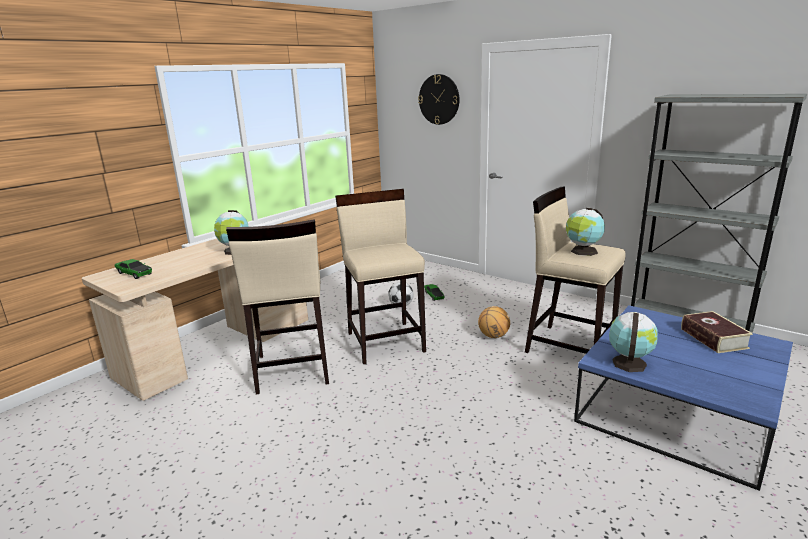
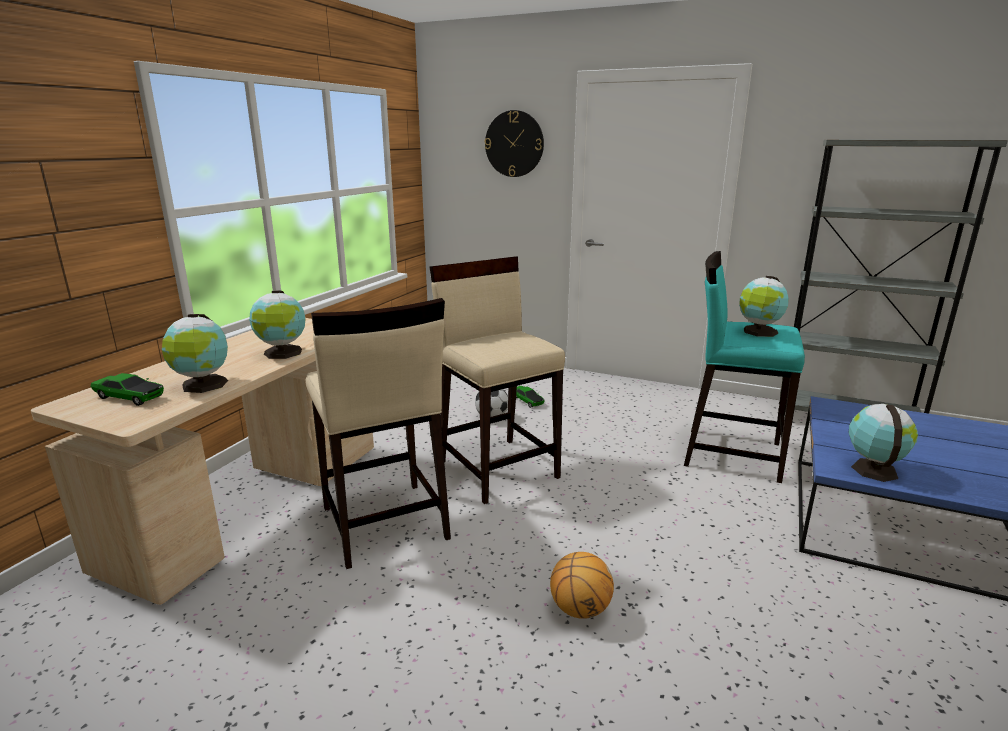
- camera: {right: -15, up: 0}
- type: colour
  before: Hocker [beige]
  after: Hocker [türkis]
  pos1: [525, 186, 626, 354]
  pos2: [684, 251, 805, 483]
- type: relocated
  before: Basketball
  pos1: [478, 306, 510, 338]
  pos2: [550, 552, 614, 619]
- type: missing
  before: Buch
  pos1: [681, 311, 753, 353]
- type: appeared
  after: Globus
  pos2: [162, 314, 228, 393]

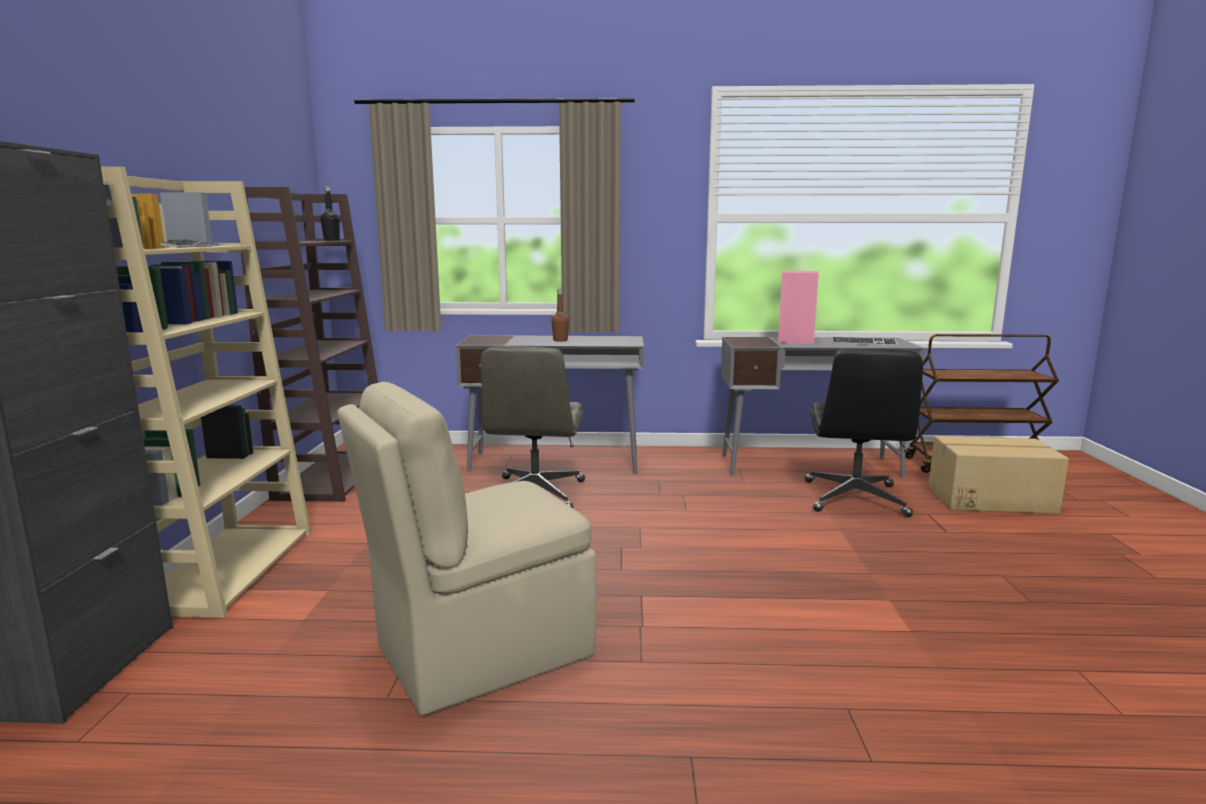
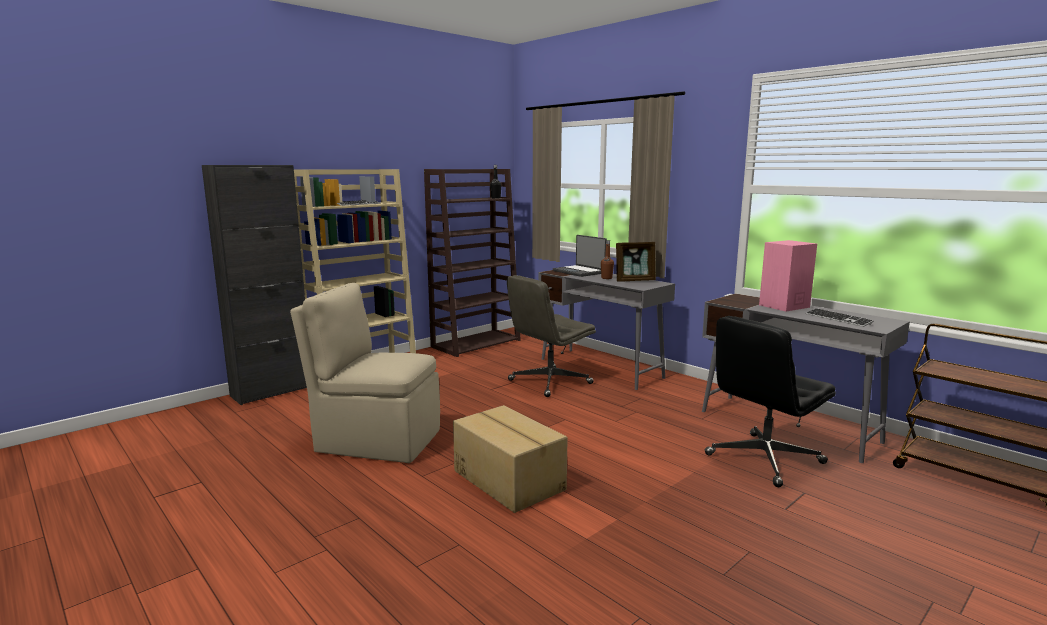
- camera: {right: 45, up: 0}
- type: relocated
  before: Karton
  pos1: [929, 436, 1069, 514]
  pos2: [453, 405, 568, 513]
- type: appeared
  after: Laptop
  pos2: [553, 235, 607, 277]
- type: appeared
  after: Bilderrahmen
  pos2: [616, 242, 656, 282]

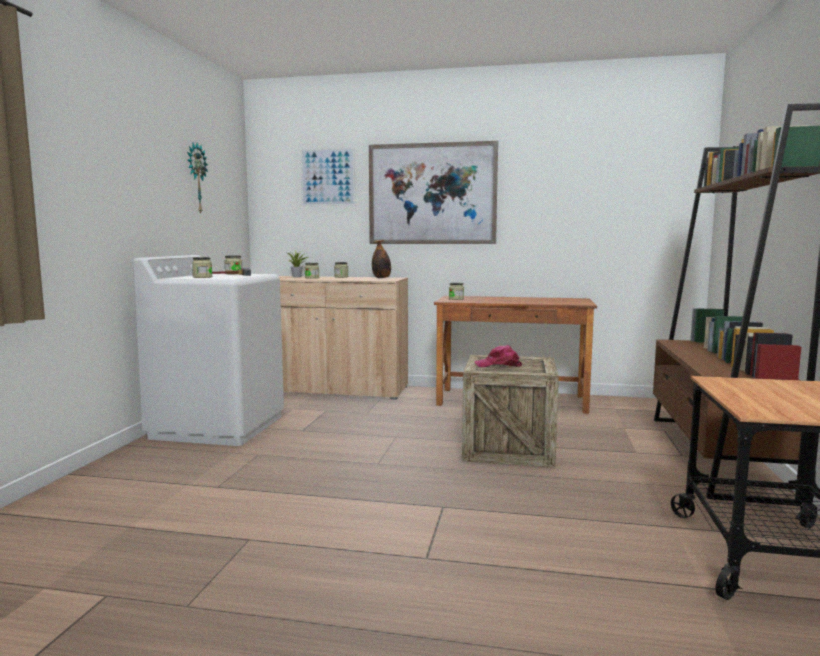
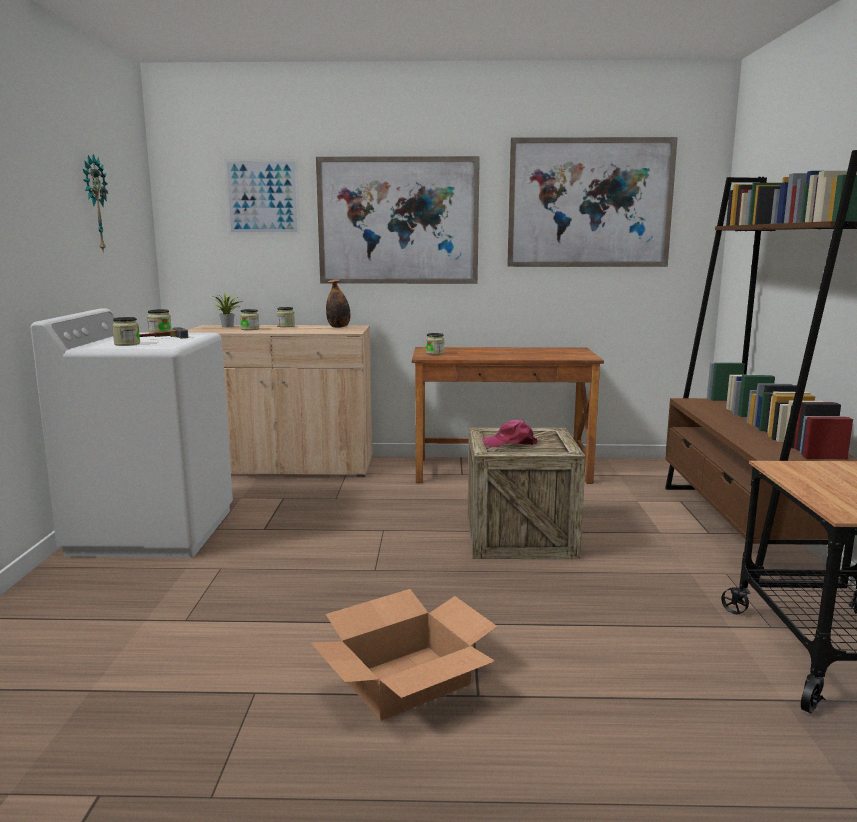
- camera: {right: -10, up: 5}
- type: appeared
  after: Bild
  pos2: [507, 137, 678, 267]
- type: appeared
  after: Karton
  pos2: [311, 589, 498, 721]

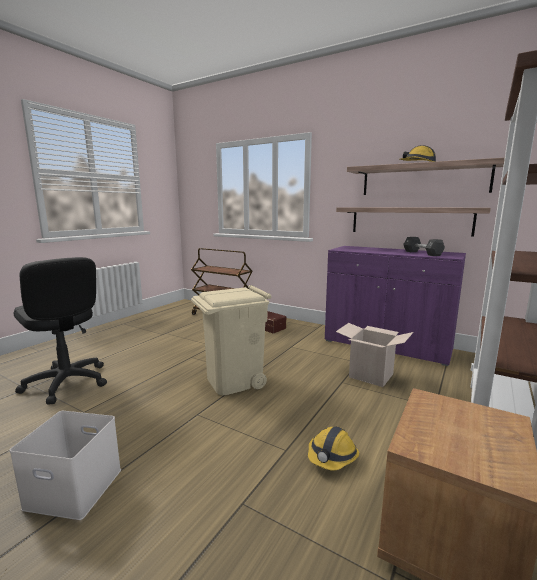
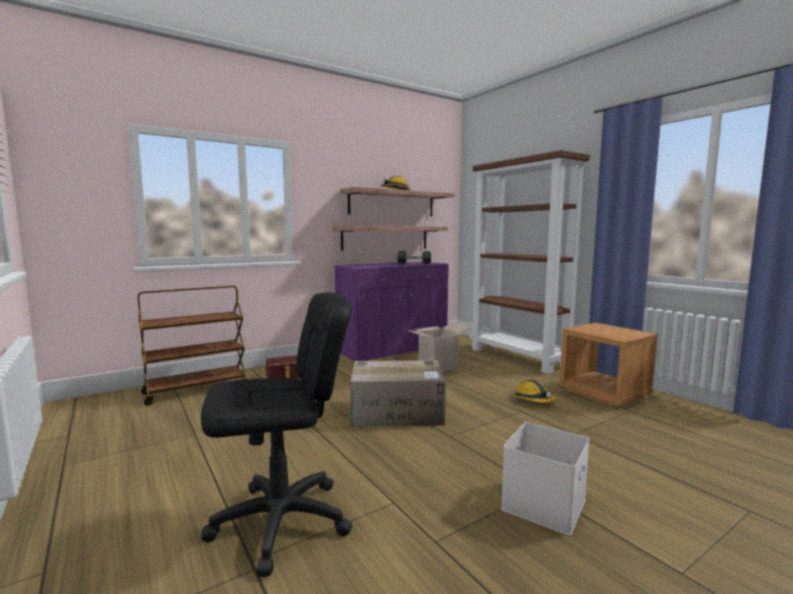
- camera: {right: -65, up: -5}
- type: exchanged
  before: Mülleimer [beige]
  after: Karton
  pos1: [191, 285, 271, 395]
  pos2: [351, 360, 446, 427]

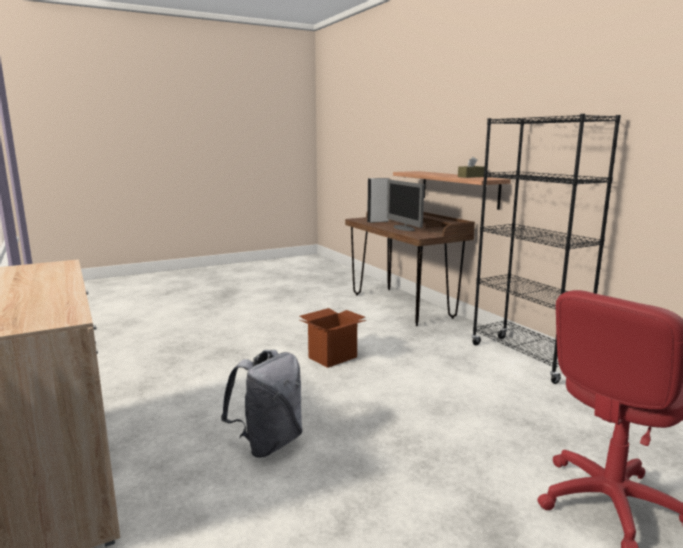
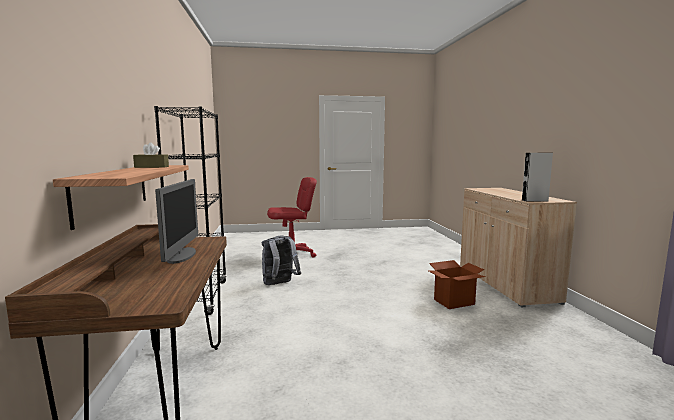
- camera: {right: -160, up: -5}
- type: relocated
  before: Lautsprecher [grau]
  pos1: [367, 178, 390, 223]
  pos2: [522, 153, 553, 202]
- type: relocated
  before: Karton
  pos1: [300, 308, 366, 368]
  pos2: [429, 260, 486, 309]
- type: relocated
  before: Rucksack [grau]
  pos1: [221, 350, 303, 458]
  pos2: [262, 236, 301, 285]

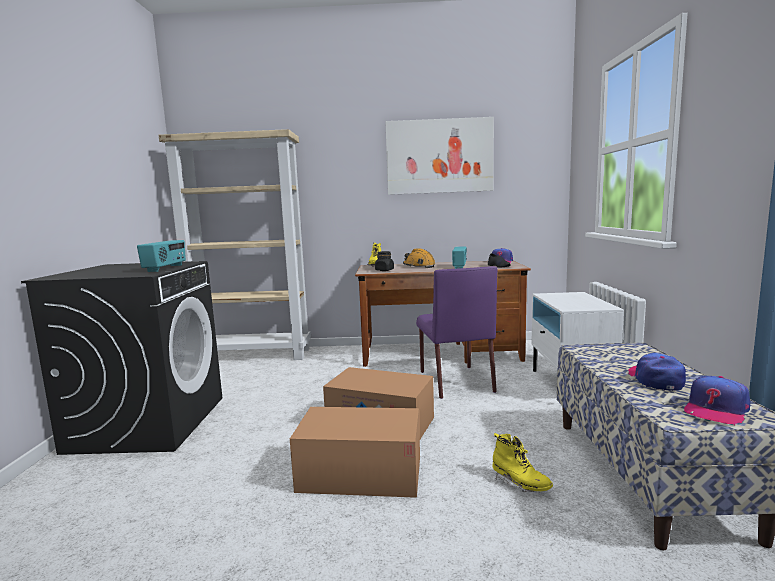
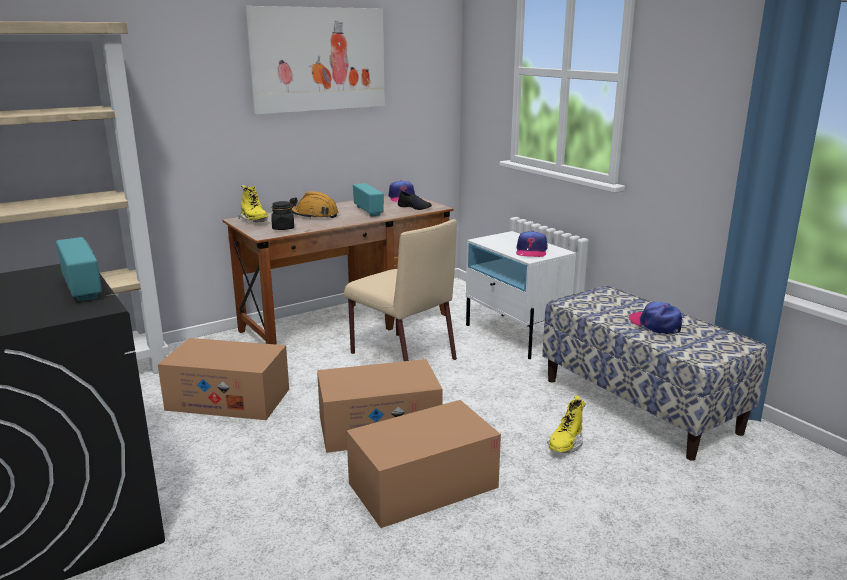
- camera: {right: -35, up: 10}
- type: colour
  before: Stuhl [lila]
  after: Stuhl [beige]
  pos1: [416, 266, 497, 399]
  pos2: [344, 219, 457, 361]
- type: relocated
  before: Kappe
  pos1: [684, 376, 750, 426]
  pos2: [516, 231, 548, 257]
- type: spun
  before: Stiefel [gelb]
  pos1: [492, 433, 553, 492]
  pos2: [547, 396, 586, 453]
  turn: 105
- type: appeared
  after: Karton
  pos2: [158, 338, 289, 420]

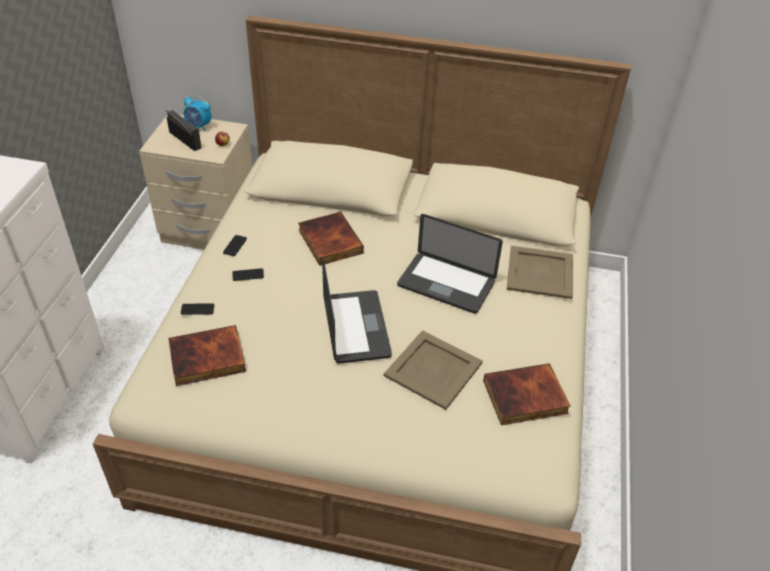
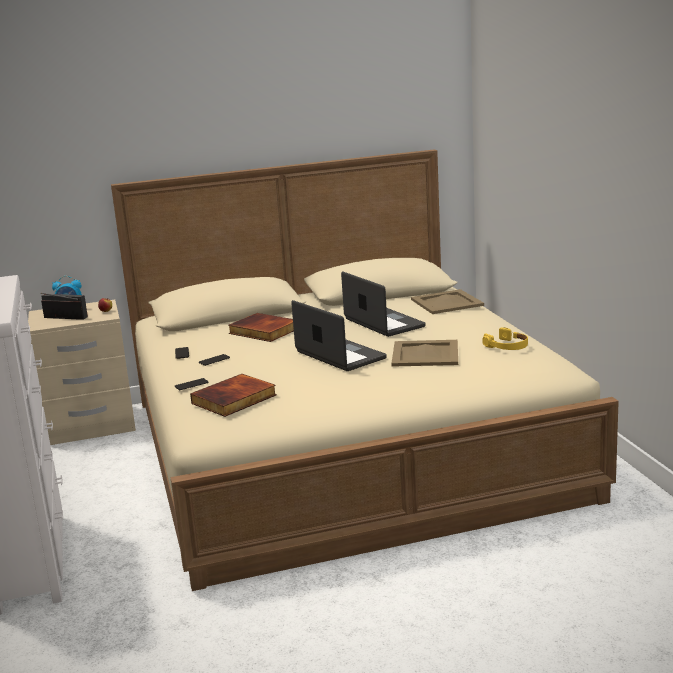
- camera: {right: -25, up: -25}
- type: spun
  before: Laptop
  pos1: [397, 214, 503, 314]
  pos2: [341, 271, 426, 337]
  turn: -120
- type: exchanged
  before: Buch
  after: Kopfhörer [gelb]
  pos1: [483, 363, 571, 425]
  pos2: [482, 327, 528, 350]

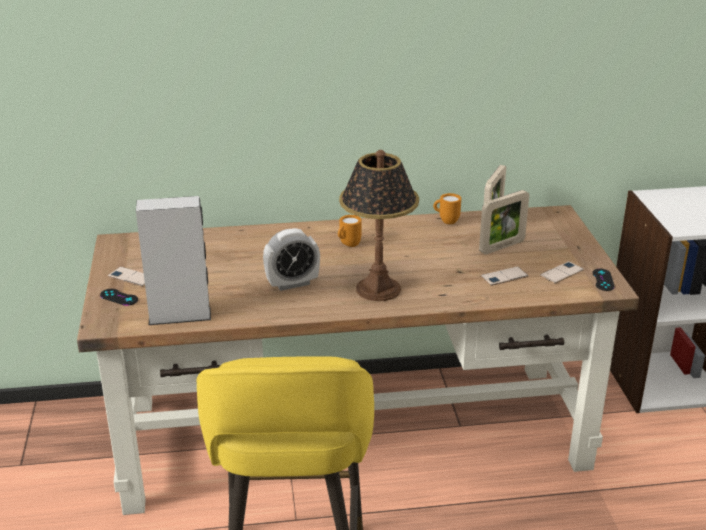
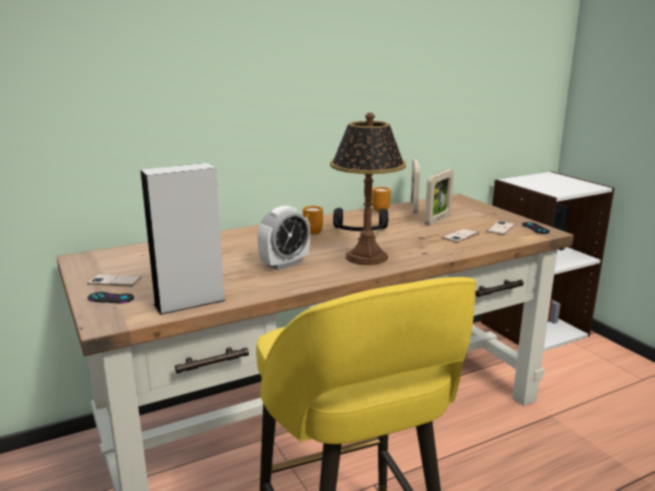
- camera: {right: -20, up: -10}
- type: appeared
  after: Kopfhörer [schwarz]
  pos2: [333, 208, 388, 231]

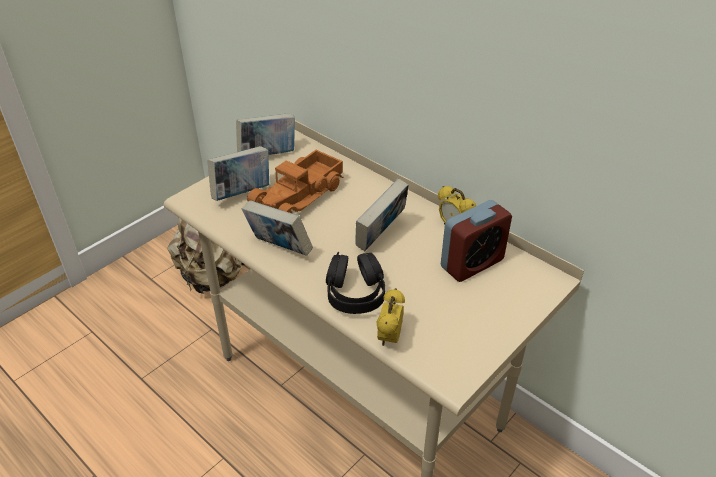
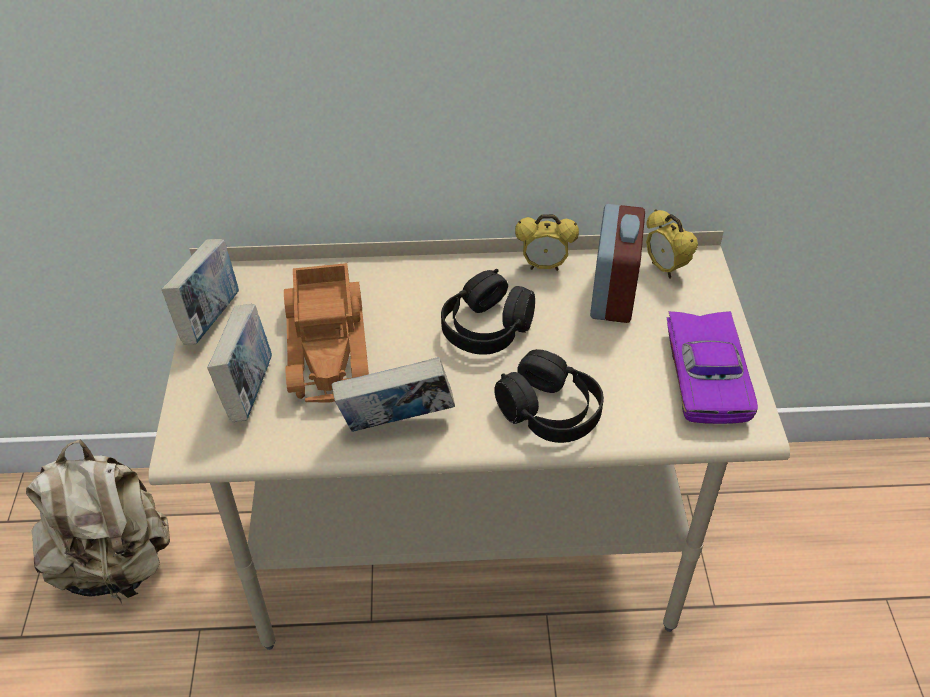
- camera: {right: -45, up: 5}
- type: exchanged
  before: Buch
  after: Kopfhörer [schwarz]
  pos1: [355, 178, 409, 251]
  pos2: [441, 269, 535, 355]
- type: relocated
  before: Wecker
  pos1: [376, 288, 405, 346]
  pos2: [646, 209, 698, 278]
- type: appeared
  after: Spielzeugauto [lila]
  pos2: [666, 311, 758, 424]

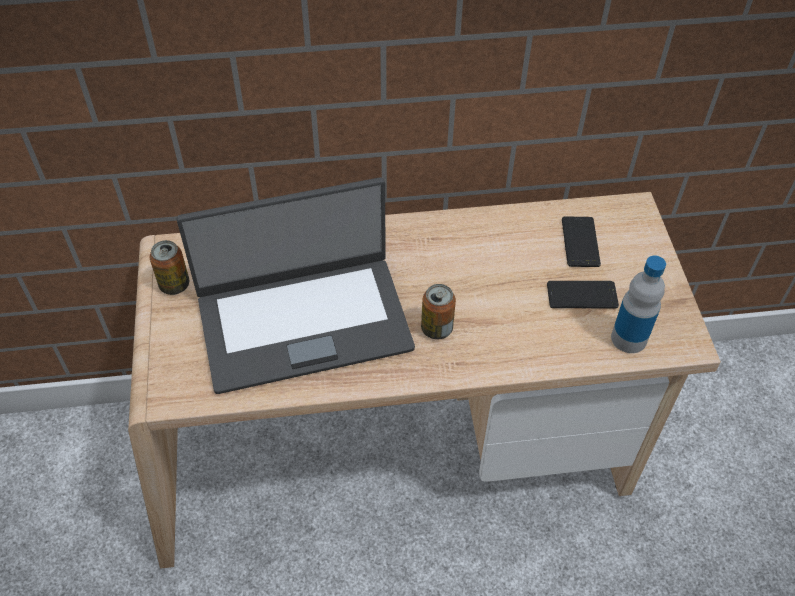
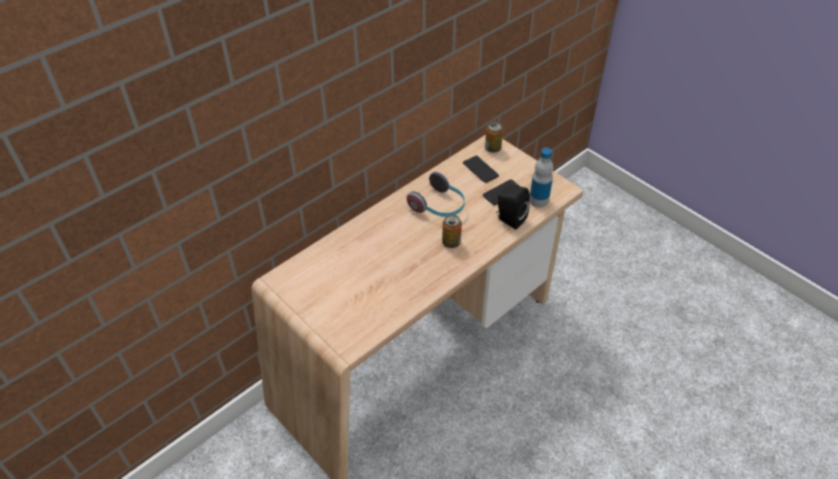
- camera: {right: -35, up: -5}
- type: missing
  before: Laptop
  pos1: [177, 178, 415, 394]
- type: relocated
  before: Dose
  pos1: [150, 240, 189, 295]
  pos2: [485, 122, 503, 153]
- type: appeared
  after: Kopfhörer
  pos2: [407, 172, 465, 217]
- type: appeared
  after: Lautsprecher [schwarz]
  pos2: [496, 186, 530, 229]

